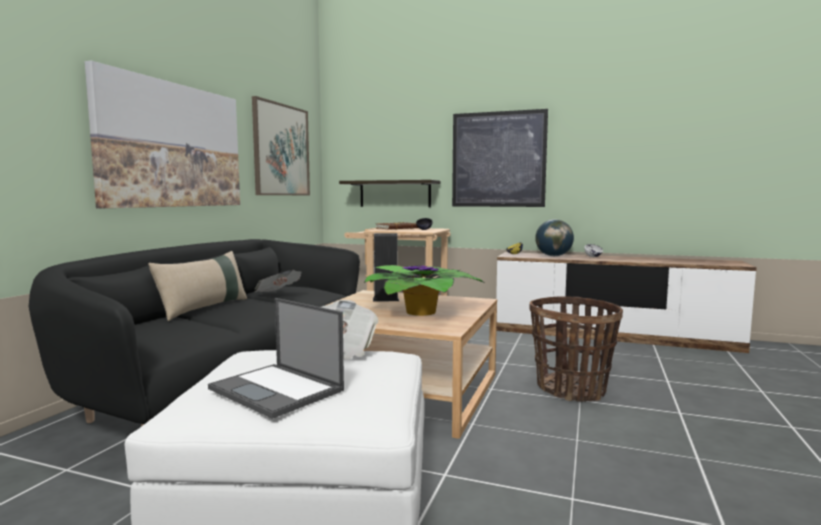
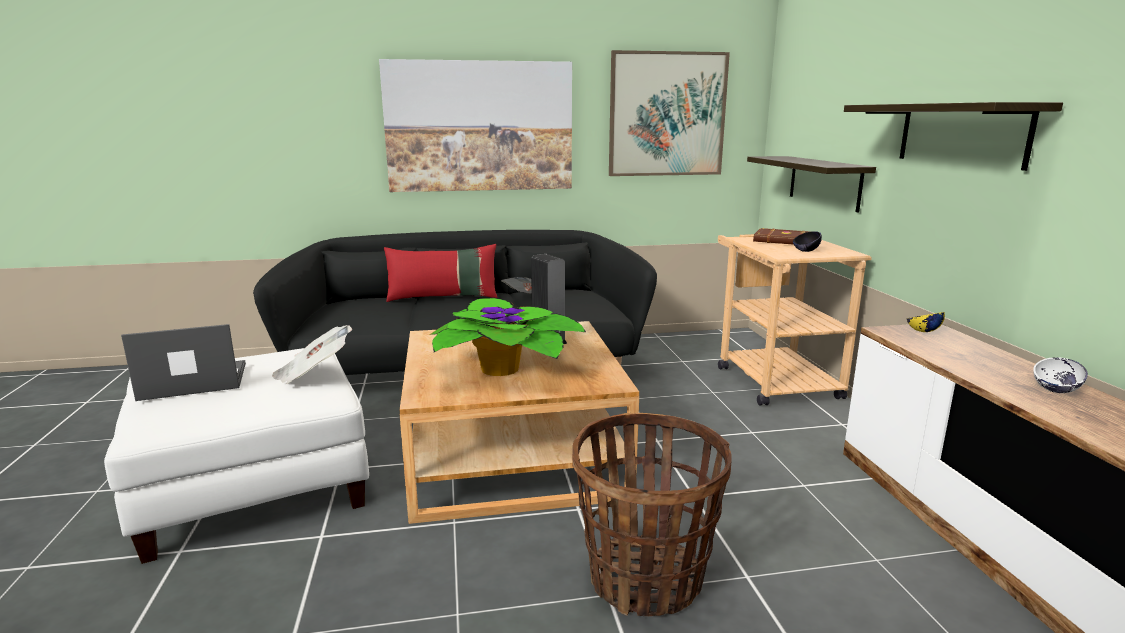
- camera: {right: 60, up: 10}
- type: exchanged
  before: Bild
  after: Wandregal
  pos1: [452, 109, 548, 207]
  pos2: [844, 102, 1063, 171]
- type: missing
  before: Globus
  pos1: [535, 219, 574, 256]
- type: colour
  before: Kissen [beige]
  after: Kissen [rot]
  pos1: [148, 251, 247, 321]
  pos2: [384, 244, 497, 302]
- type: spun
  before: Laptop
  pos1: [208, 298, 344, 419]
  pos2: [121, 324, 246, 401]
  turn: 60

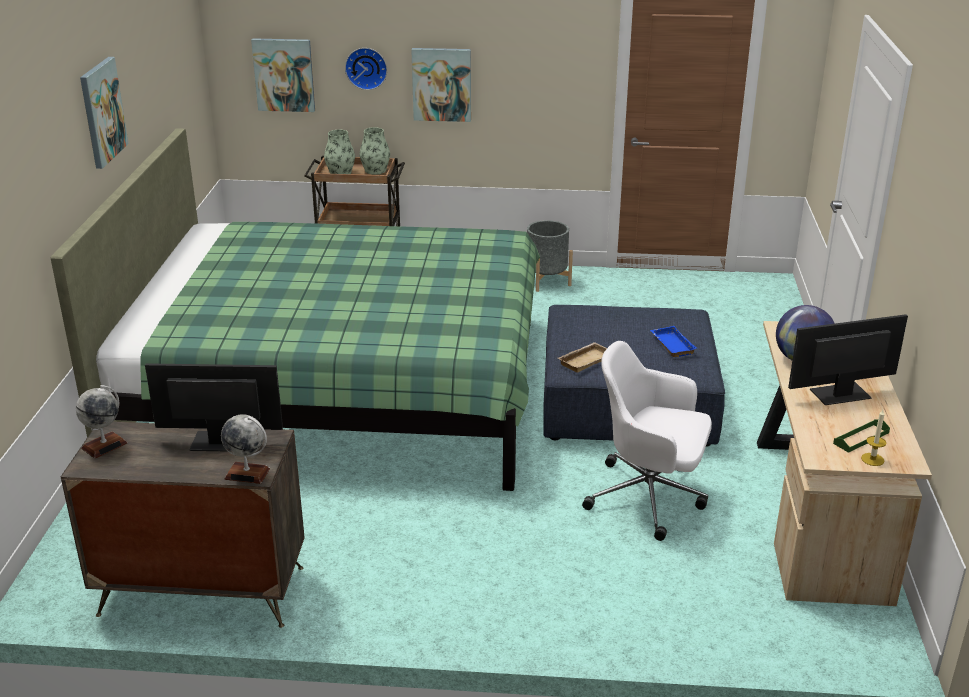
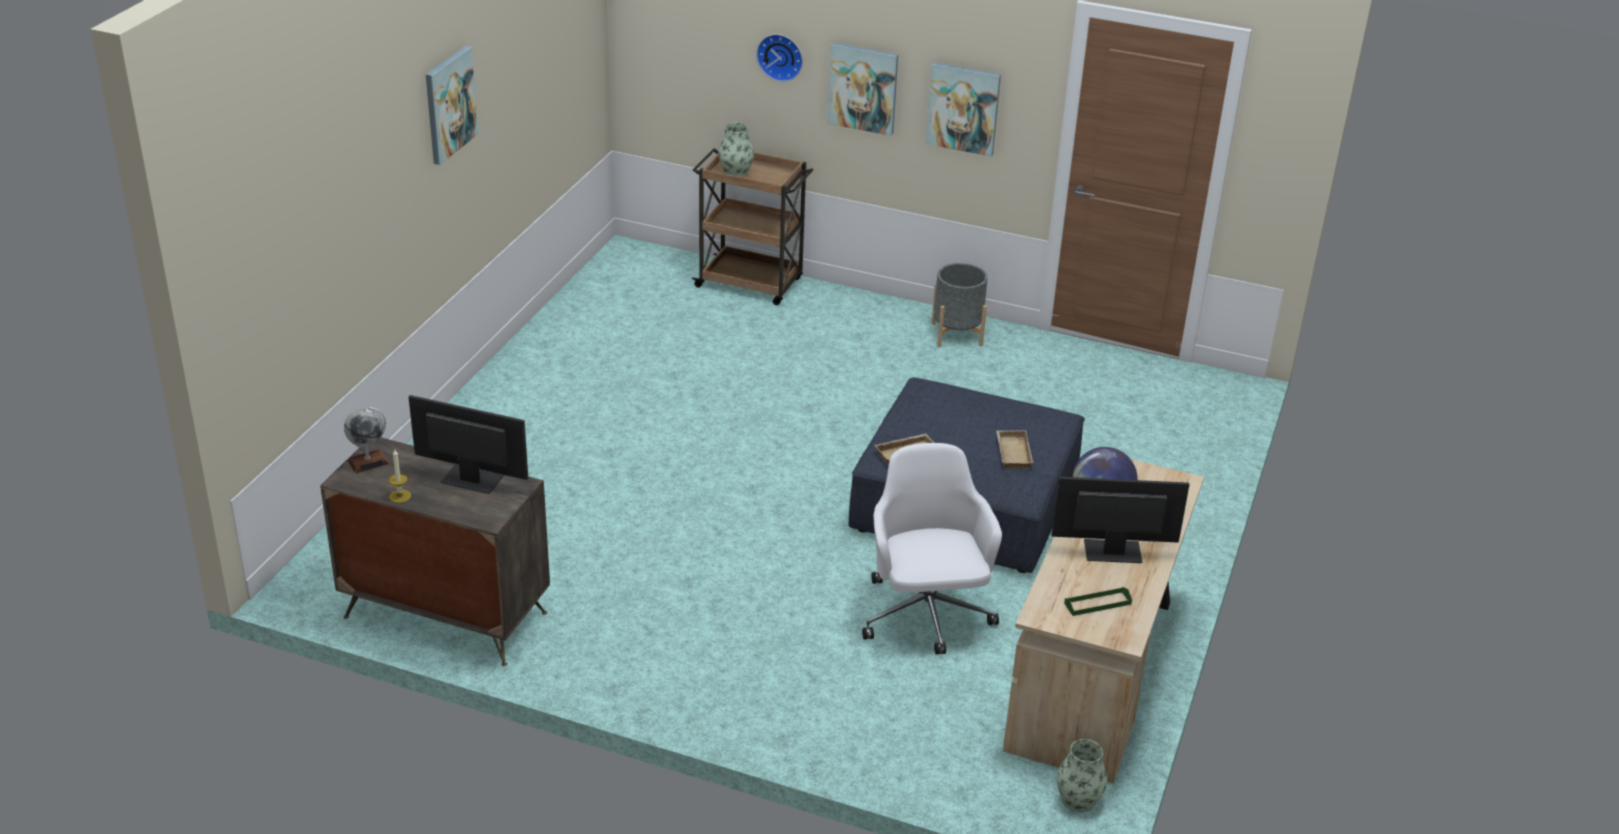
- camera: {right: 15, up: 5}
- type: relocated
  before: Bild
  pos1: [251, 38, 315, 112]
  pos2: [926, 62, 1001, 157]
- type: relocated
  before: Vase
  pos1: [359, 127, 390, 175]
  pos2: [1057, 739, 1107, 812]
- type: missing
  before: Bett [grün]
  pos1: [50, 128, 540, 491]
- type: colour
  before: Tablett [blau]
  after: Tablett [beige]
  pos1: [650, 326, 697, 357]
  pos2: [996, 430, 1033, 468]
- type: spun
  before: Bürostuhl [weiß]
  pos1: [582, 341, 712, 541]
  pos2: [862, 443, 1002, 655]
  turn: 45
- type: relocated
  before: Kerze
  pos1: [861, 410, 886, 466]
  pos2: [389, 450, 411, 503]
- type: missing
  before: Globus
  pos1: [221, 414, 270, 484]

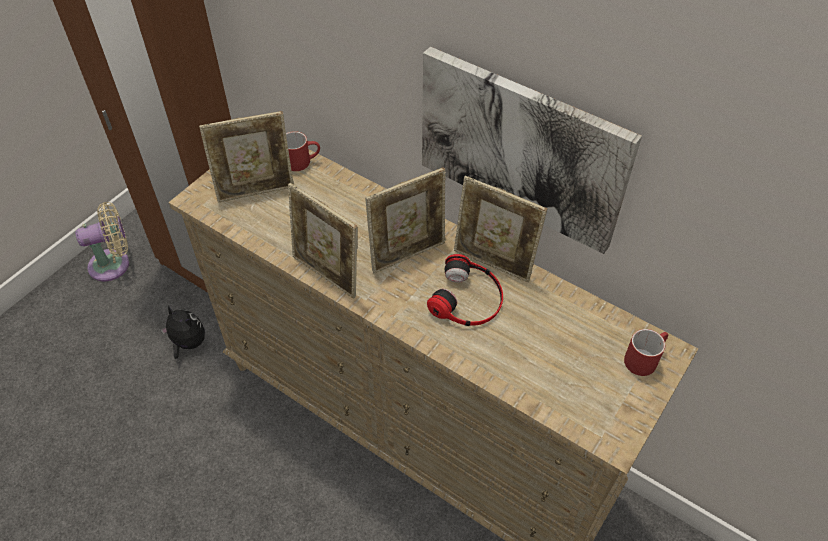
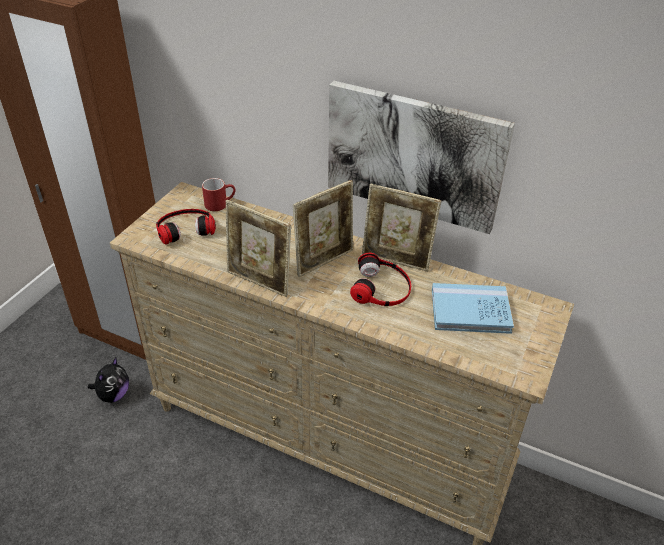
- camera: {right: -10, up: -10}
- type: exchanged
  before: Bilderrahmen
  after: Kopfhörer
  pos1: [199, 111, 294, 202]
  pos2: [156, 209, 216, 245]
- type: missing
  before: Ventilator [beige]
  pos1: [75, 202, 129, 281]
- type: spun
  before: Plüschtier
  pos1: [160, 305, 205, 359]
  pos2: [88, 358, 129, 403]
  turn: 90
- type: missing
  before: Henkelbecher [rot]
  pos1: [624, 329, 668, 376]
- type: appeared
  after: Buch [blau]
  pos2: [432, 283, 514, 334]

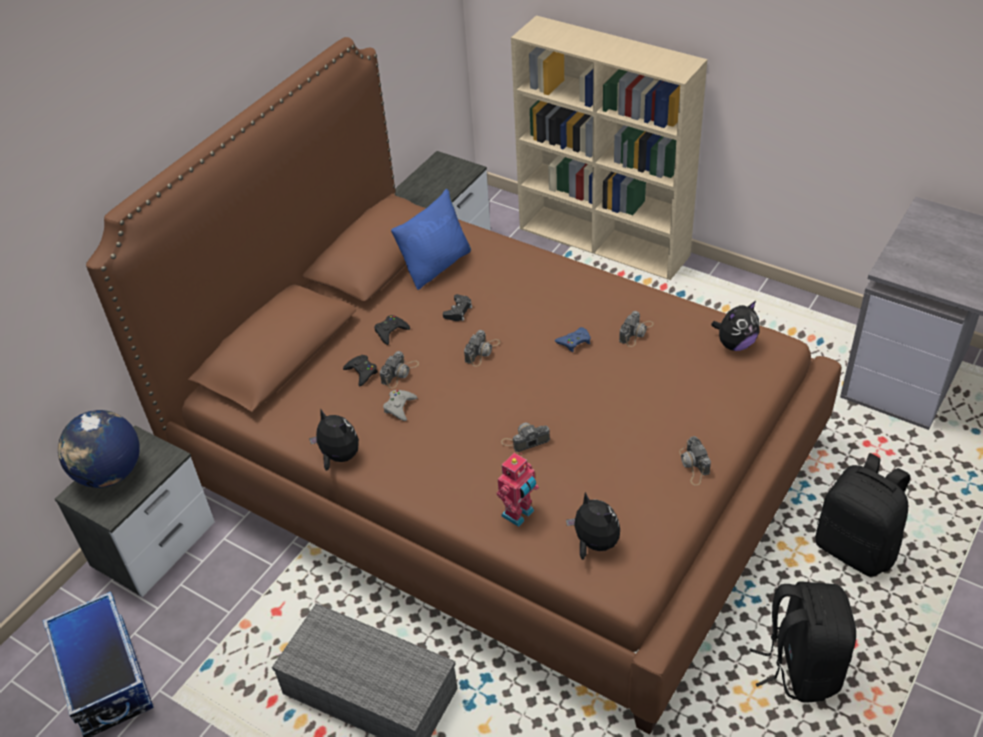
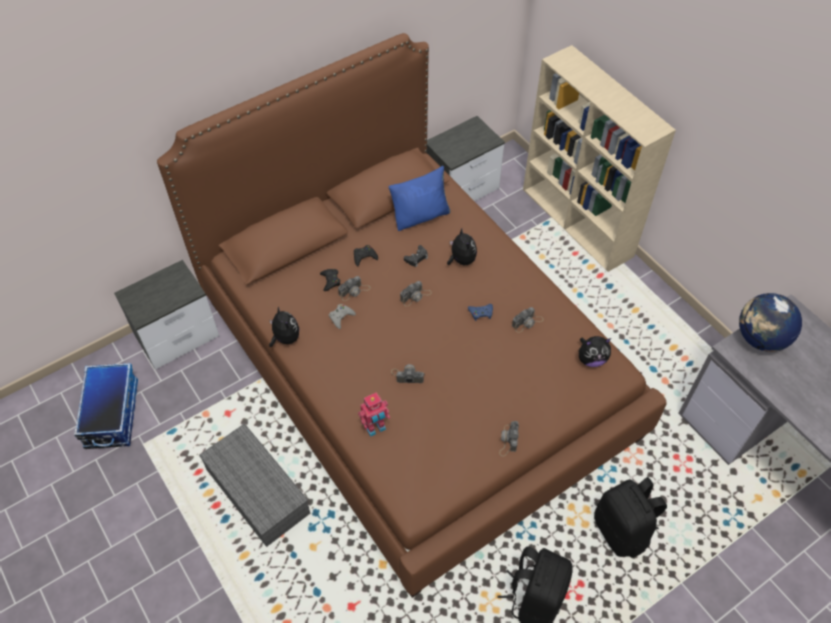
- camera: {right: 20, up: 10}
- type: relocated
  before: Globus
  pos1: [58, 410, 140, 488]
  pos2: [739, 293, 802, 352]
- type: relocated
  before: Plüschtier
  pos1: [566, 492, 620, 560]
  pos2: [447, 229, 477, 265]

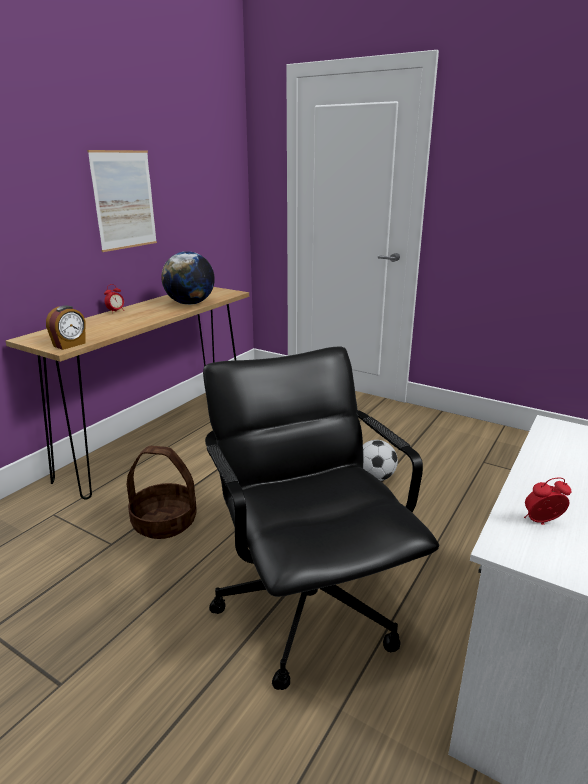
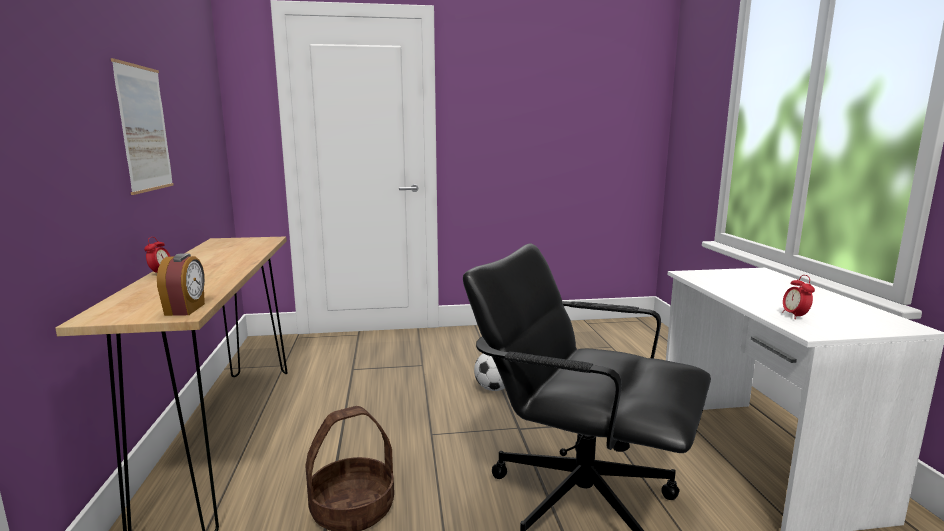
- camera: {right: -40, up: -10}
- type: missing
  before: Globus
  pos1: [161, 251, 215, 305]
- type: spun
  before: Wecker
  pos1: [524, 478, 572, 525]
  pos2: [782, 275, 815, 319]
  turn: -45

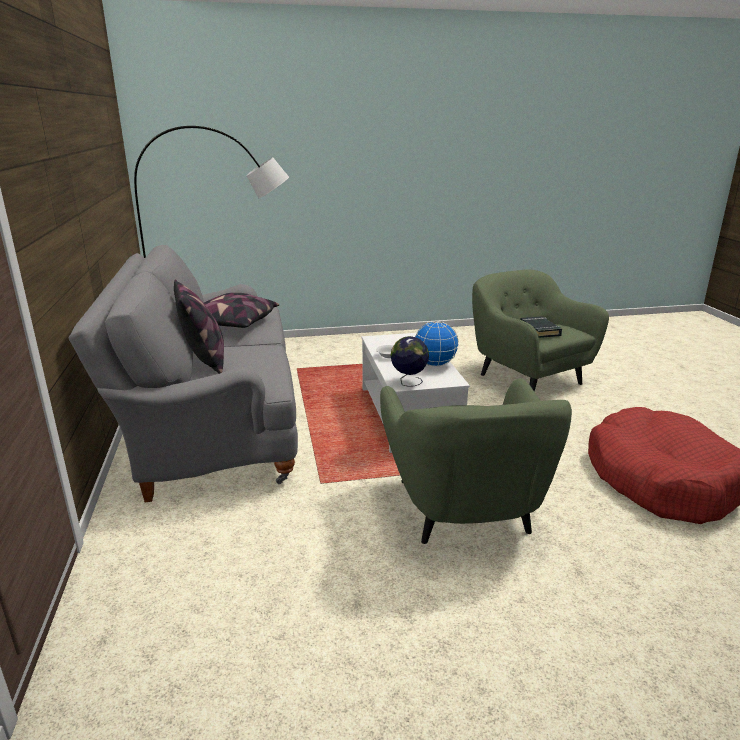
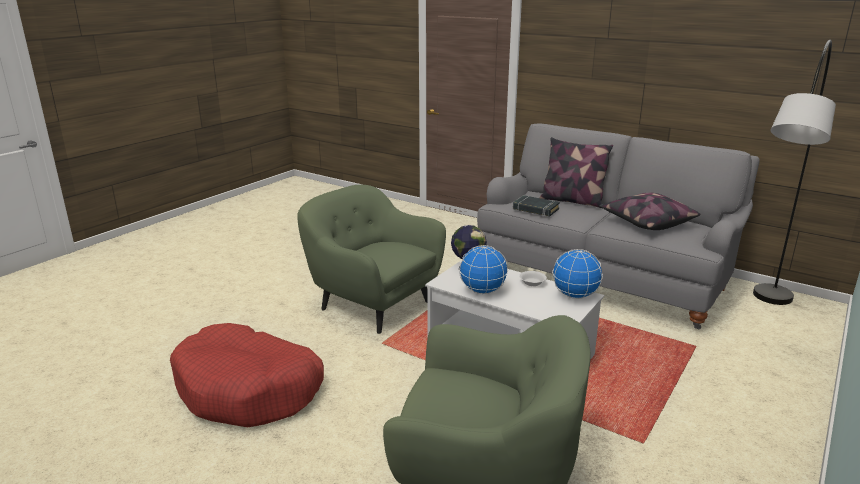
- camera: {right: 135, up: 0}
- type: relocated
  before: Buch [schwarz]
  pos1: [520, 316, 562, 338]
  pos2: [513, 195, 560, 217]
- type: appeared
  after: Globus
  pos2: [552, 249, 603, 299]

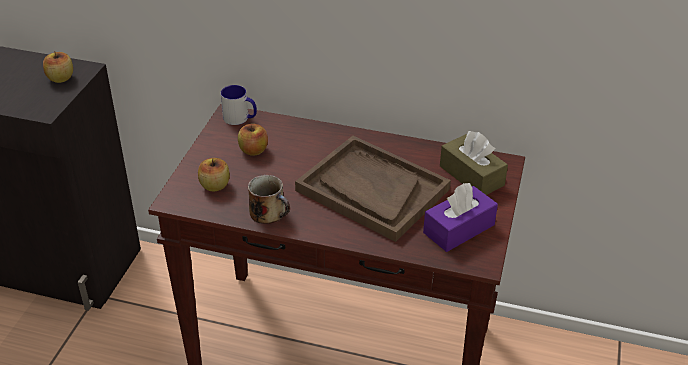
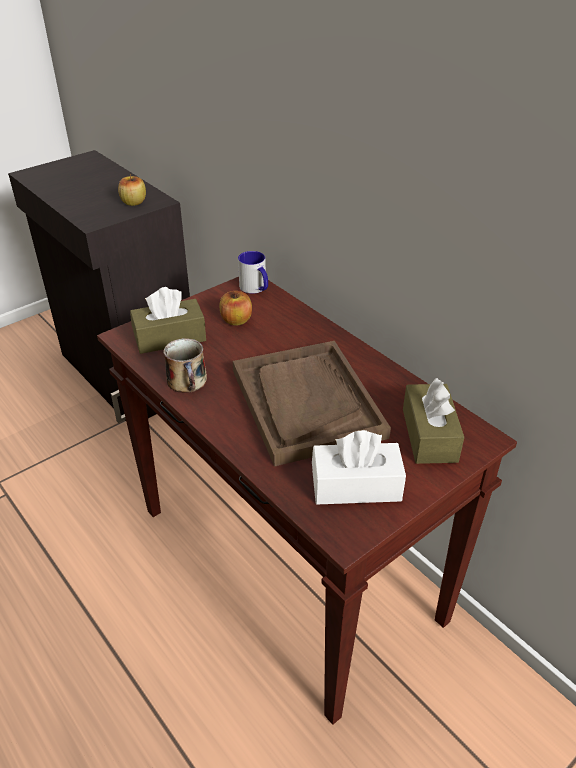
- camera: {right: 35, up: 0}
- type: exchanged
  before: Apfel
  after: Taschentuchbox [braun]
  pos1: [198, 158, 230, 192]
  pos2: [130, 287, 206, 354]
- type: colour
  before: Taschentuchbox [lila]
  after: Taschentuchbox [weiß]
  pos1: [423, 183, 498, 252]
  pos2: [312, 430, 406, 504]

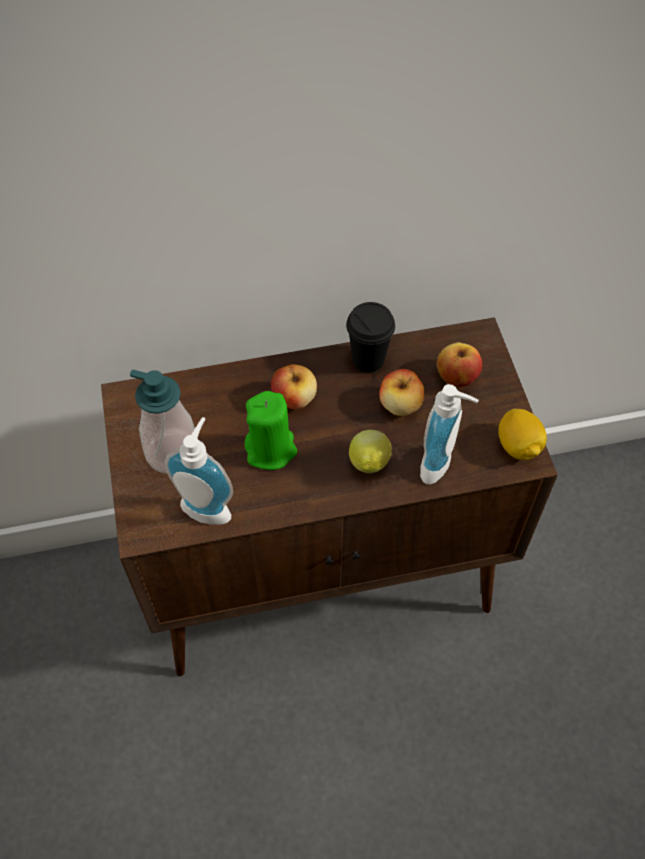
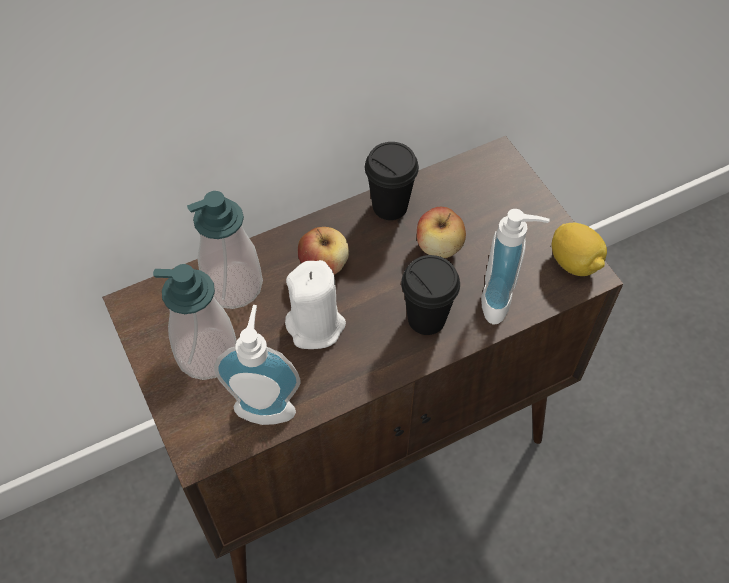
- camera: {right: -15, up: 0}
- type: missing
  before: Apfel
  pos1: [437, 343, 482, 387]
- type: colour
  before: Kerze [grün]
  after: Kerze [weiß]
  pos1: [245, 391, 297, 470]
  pos2: [285, 260, 346, 349]
- type: exchanged
  before: Zitrone
  after: Tasse [schwarz]
  pos1: [349, 430, 392, 473]
  pos2: [401, 255, 460, 335]
- type: appeared
  after: Seifenspender
  pos2: [187, 191, 263, 309]

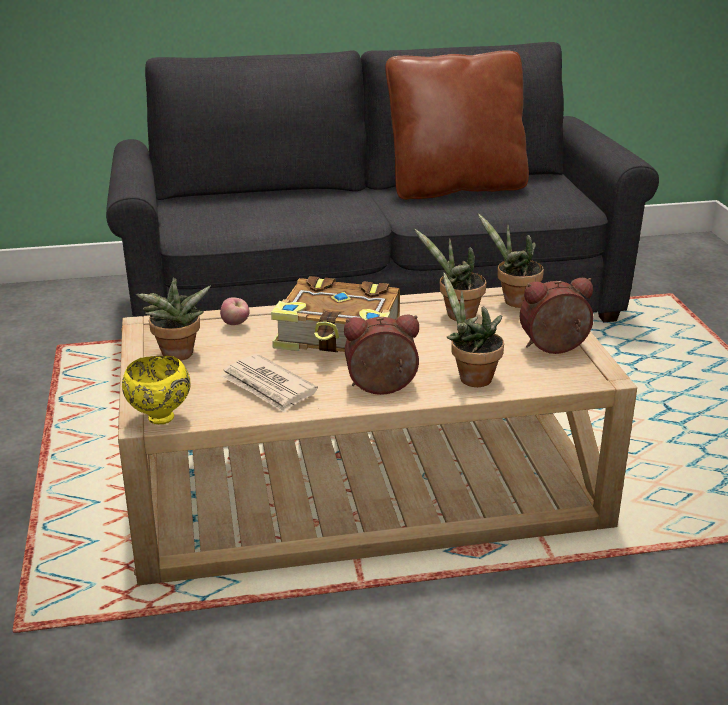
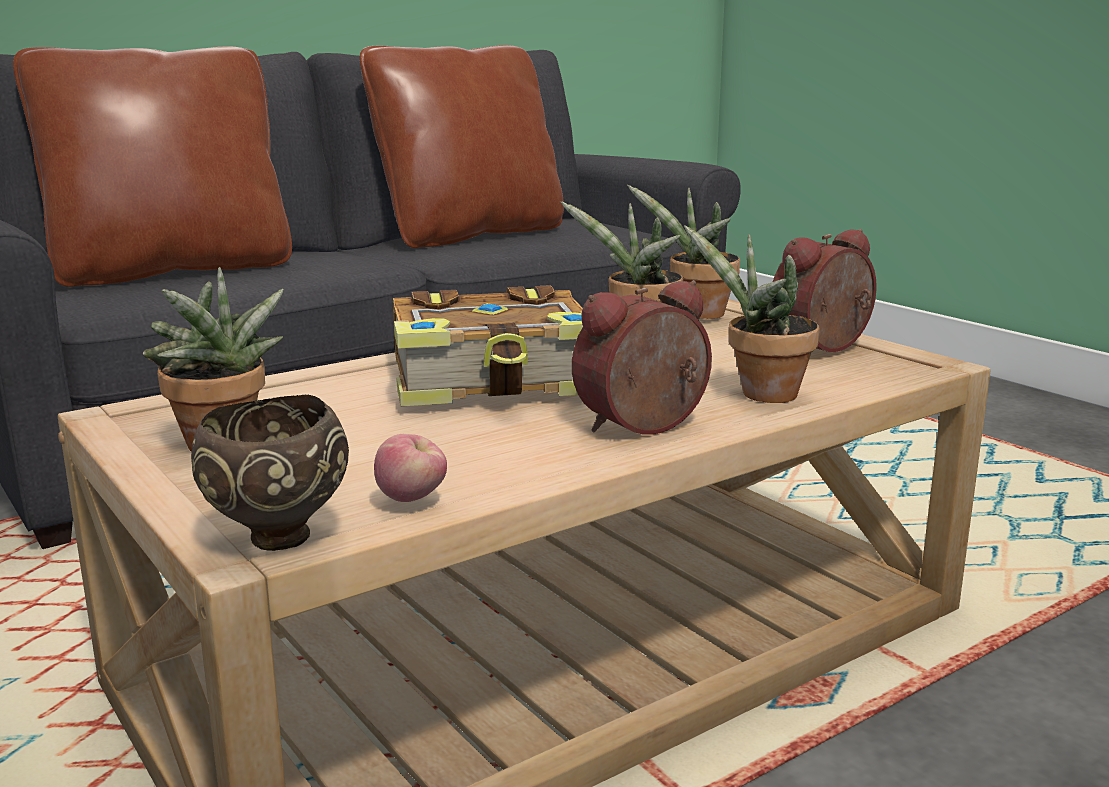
- camera: {right: -25, up: -10}
- type: relocated
  before: Apfel
  pos1: [220, 297, 250, 325]
  pos2: [374, 434, 447, 502]
- type: missing
  before: Zeitung
  pos1: [221, 354, 318, 413]
- type: colour
  before: Schüssel [gelb]
  after: Schüssel [braun]
  pos1: [122, 356, 191, 424]
  pos2: [191, 395, 349, 551]
- type: appeared
  after: Kissen [braun]
  pos2: [13, 47, 292, 287]

